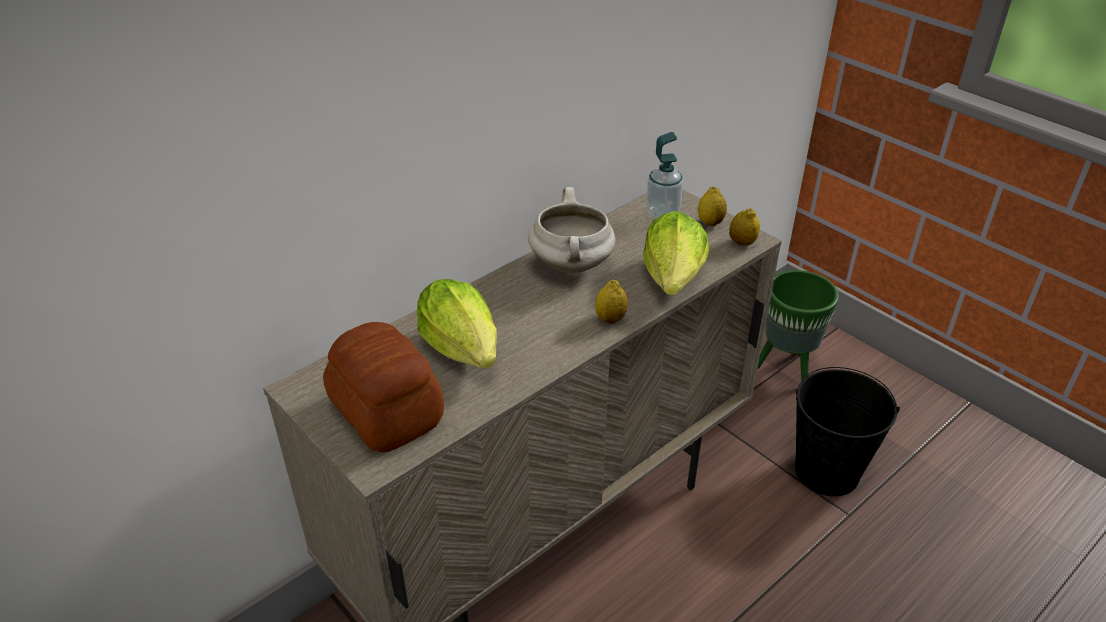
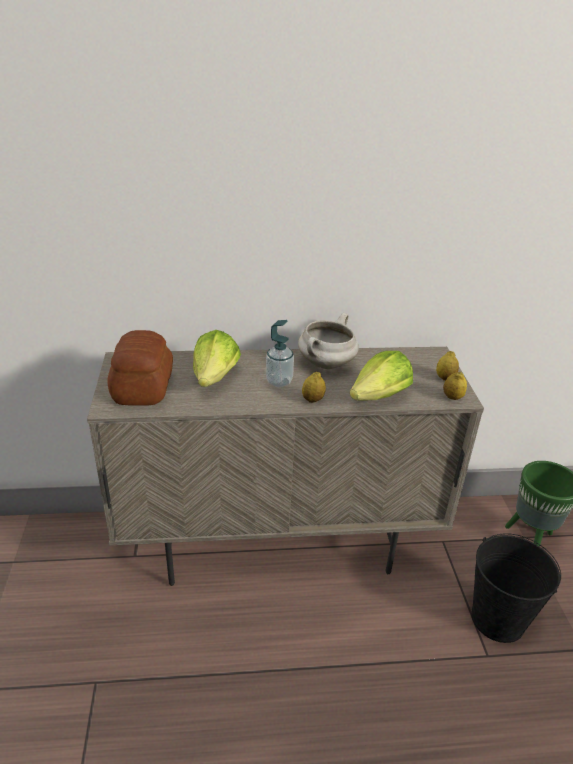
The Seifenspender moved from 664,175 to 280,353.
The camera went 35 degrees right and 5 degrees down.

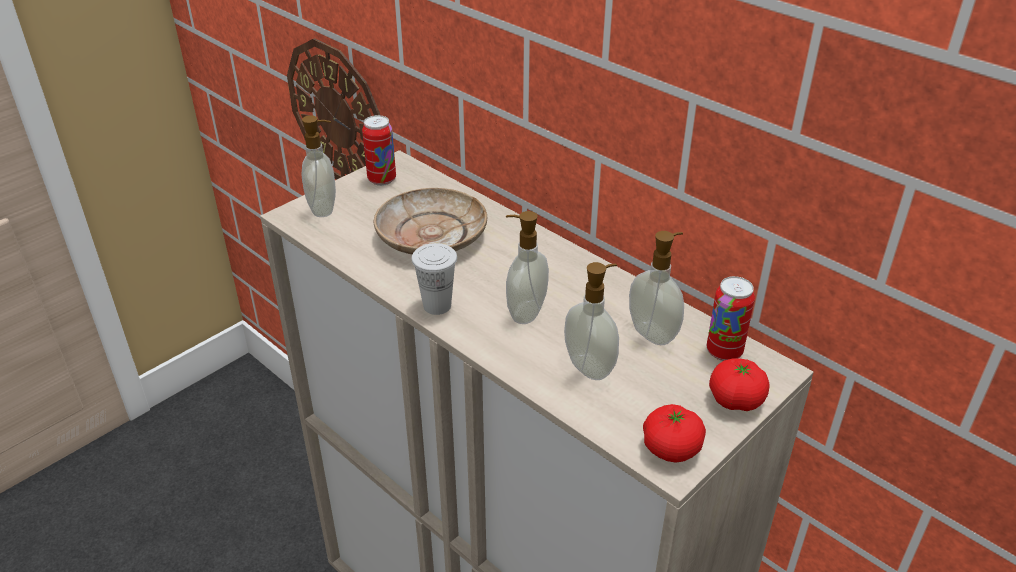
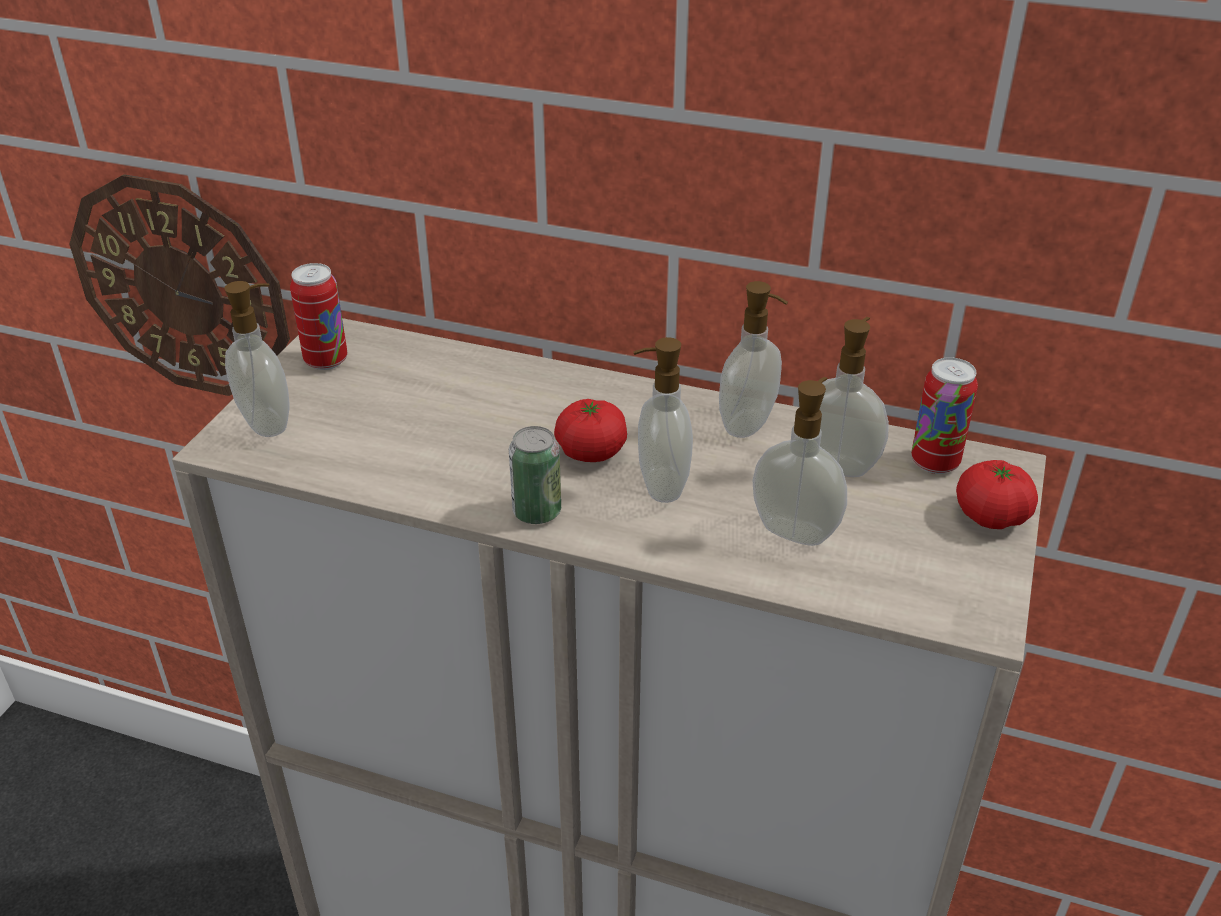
The Teller [beige] at 430,221 disappeared.
The Tasse [weiß] at 434,279 was replaced by the Dose at 535,475.
The Tomate moved from 674,433 to 590,430.
The Seifenspender at 753,359 appeared.
The camera went 25 degrees left and 0 degrees up.

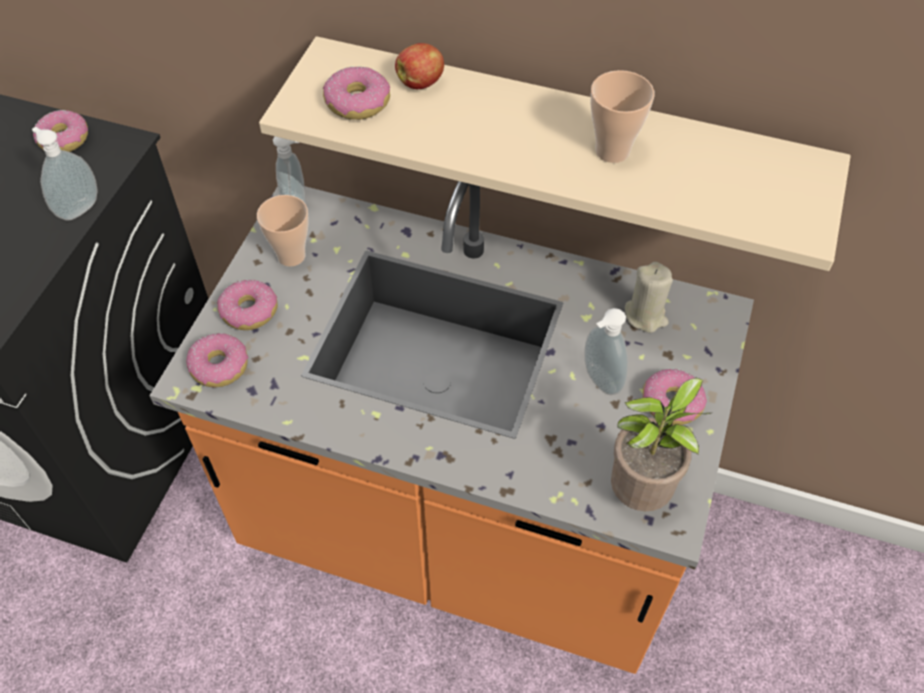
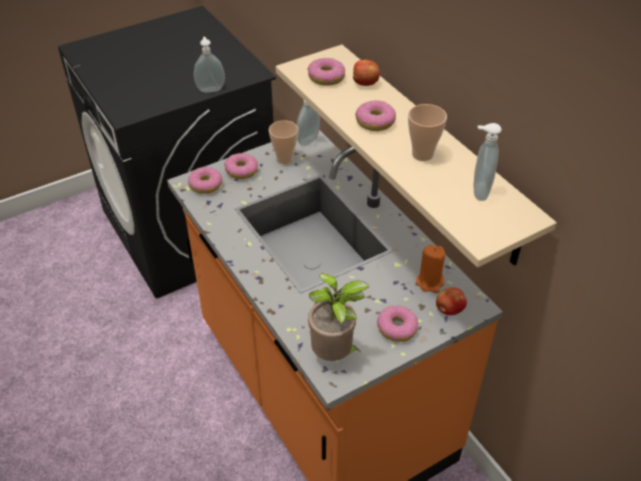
The Donut moved from 60,131 to 375,115.
The Kerze [beige] at 649,297 became the Kerze [orange] at 430,268.
The Seifenspender moved from 606,351 to 488,162.
The Apfel at 451,301 appeared.
The camera went 40 degrees right and 10 degrees down.

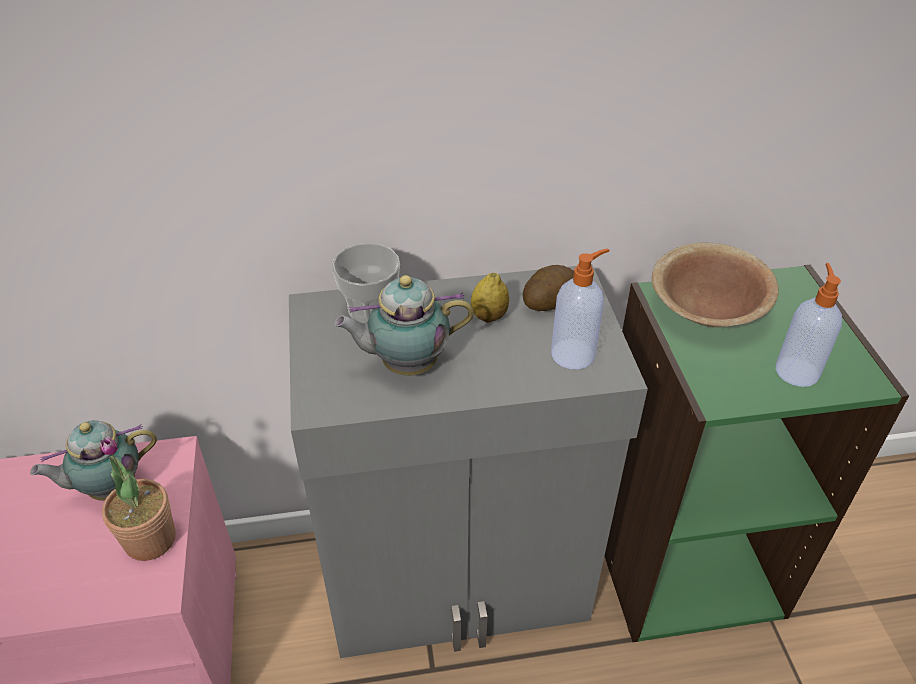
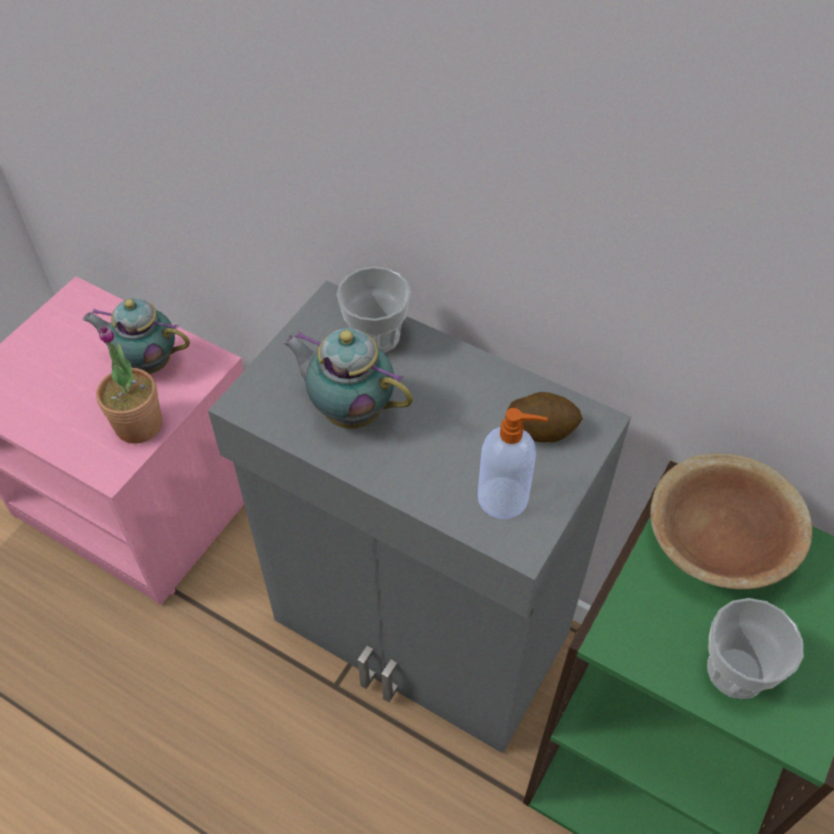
The Seifenspender at 809,325 was replaced by the Tasse at 755,648.
The Zitrone at 490,297 disappeared.
The camera went 40 degrees right and 10 degrees up.

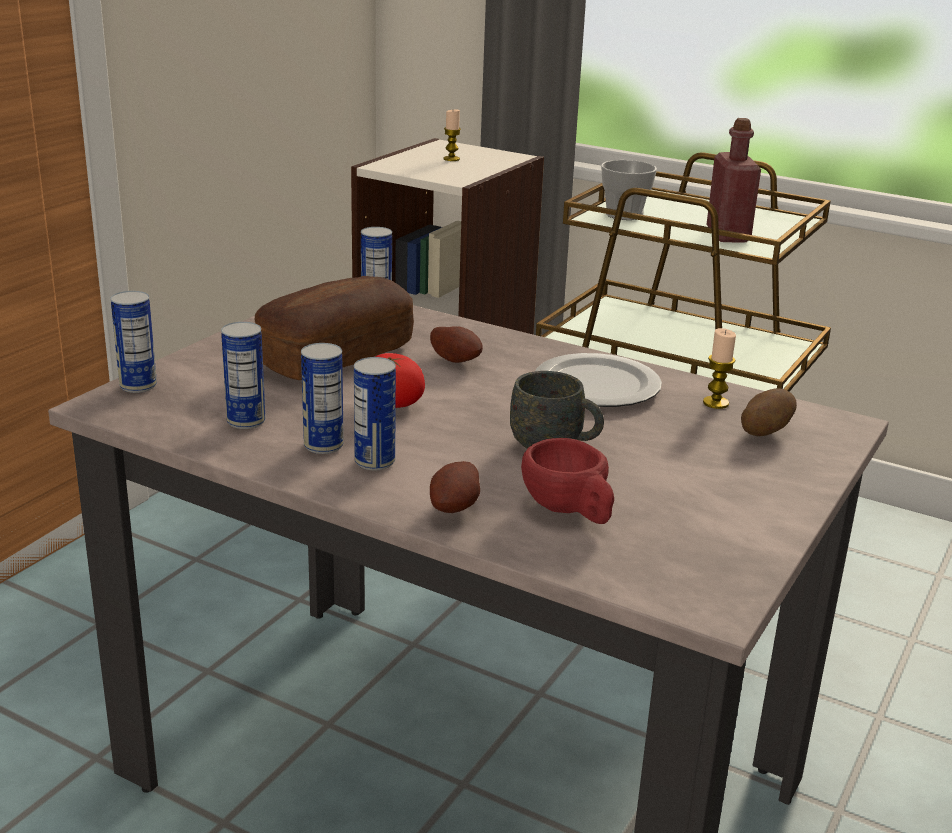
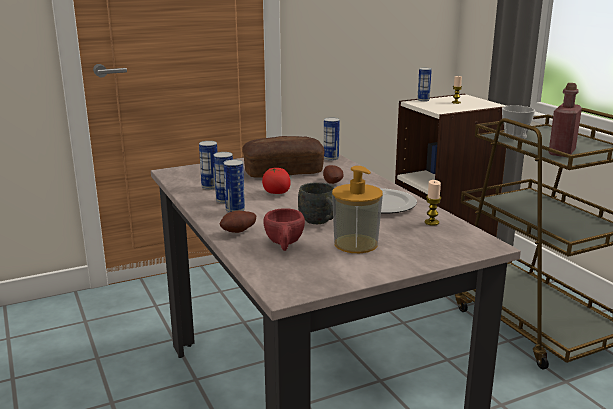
The Dose moved from 134,342 to 424,85.
The Kartoffel at 769,412 disappeared.
The Seifenspender at 357,209 appeared.
The camera went 35 degrees right and 5 degrees down.

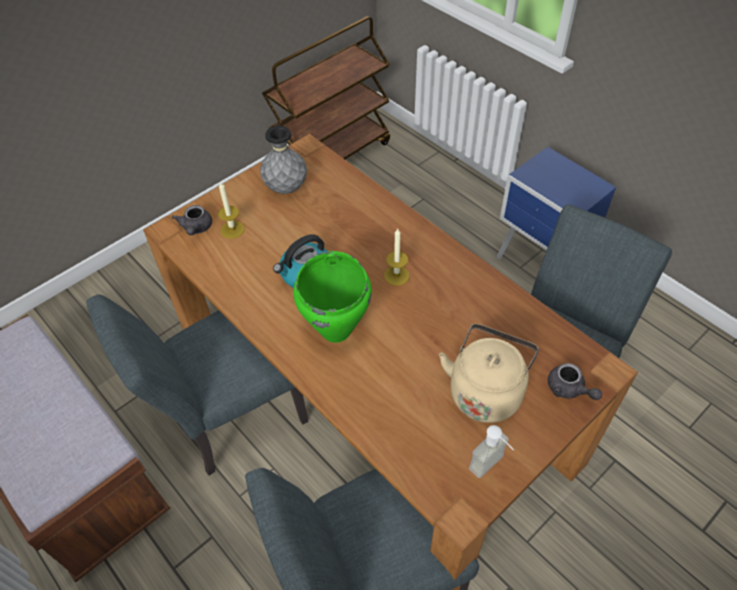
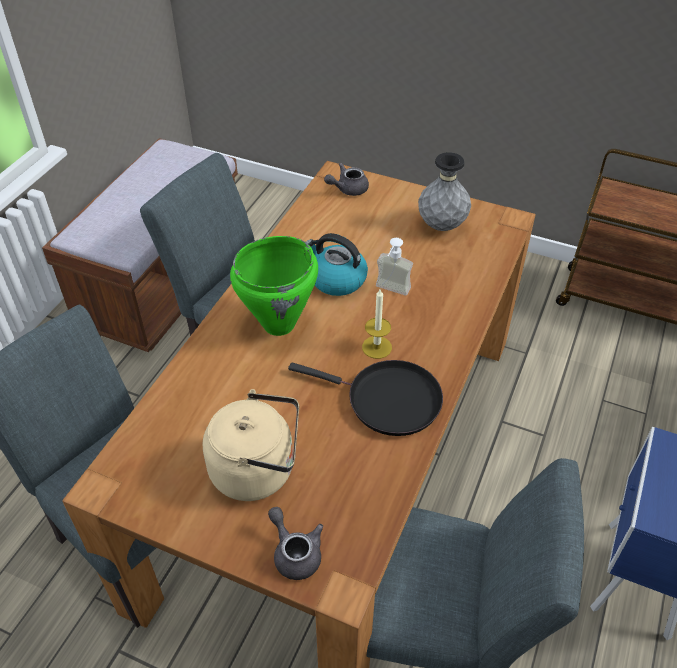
The Kerze at 231,210 disappeared.
The Teekanne [grau] at 575,381 turned 120 degrees clockwise.
The Seifenspender moved from 491,451 to 394,266.
The Pfanne [schwarz] at 365,398 appeared.
The camera went 65 degrees right and 5 degrees down.

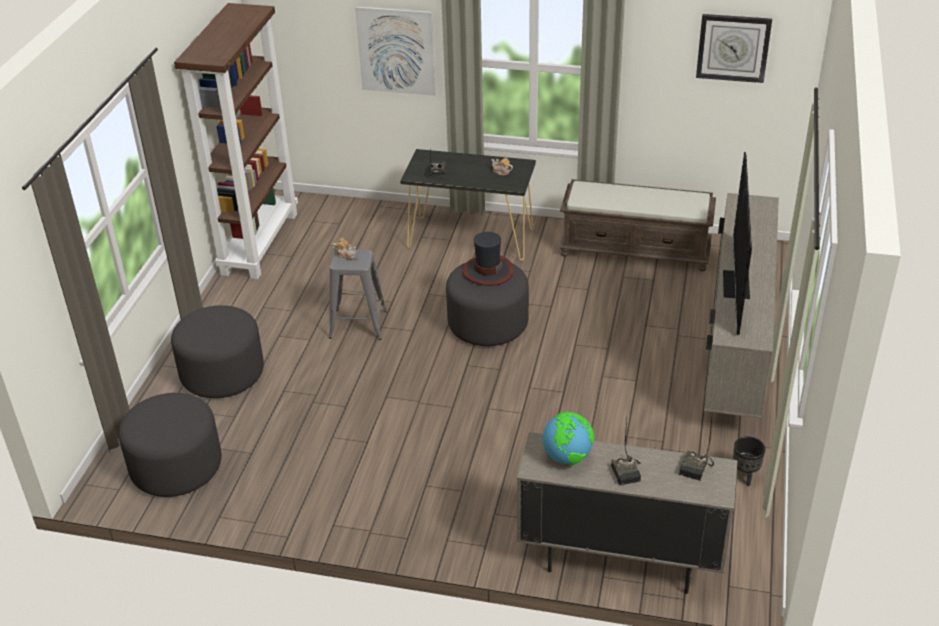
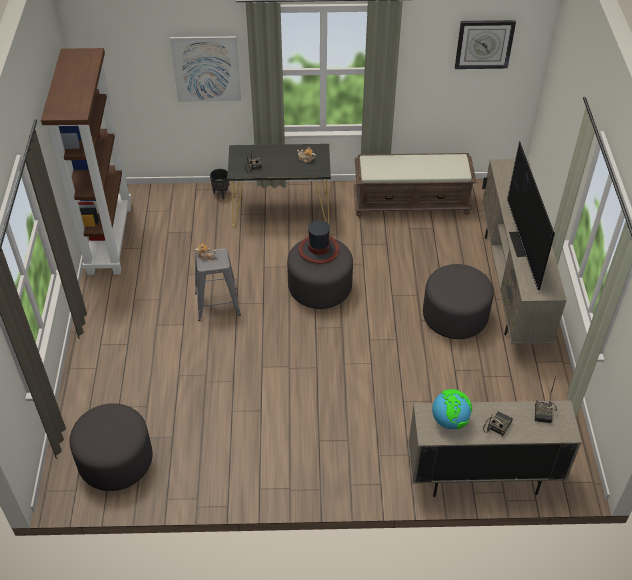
The Polsterhocker [grau] moved from 217,351 to 458,301.
The Radio at 626,451 turned 120 degrees counterclockwise.
The Pflanzkübel [schwarz] moved from 749,461 to 219,184.
The camera went 15 degrees left and 10 degrees up.

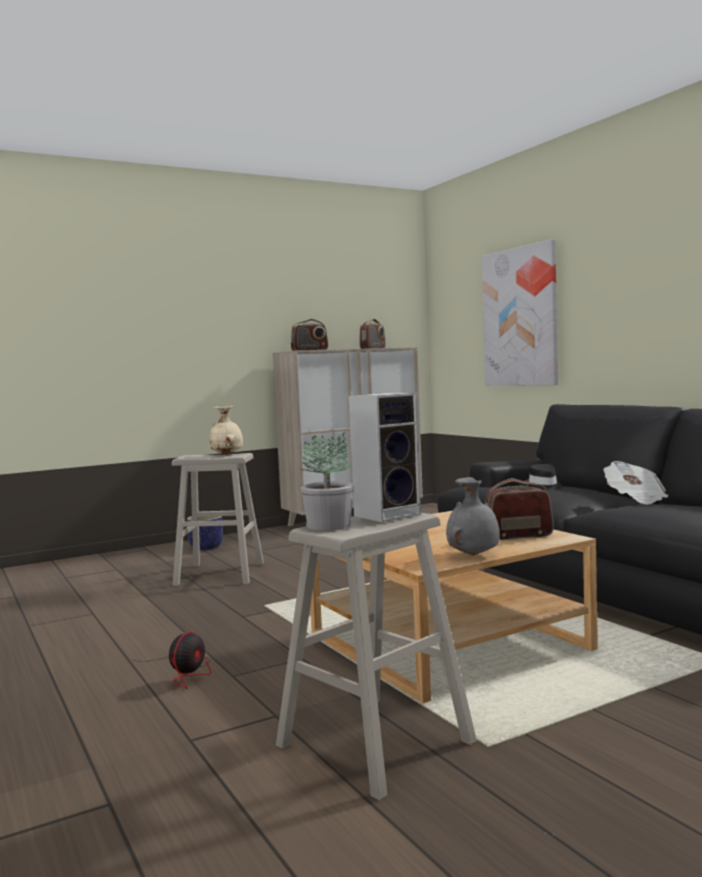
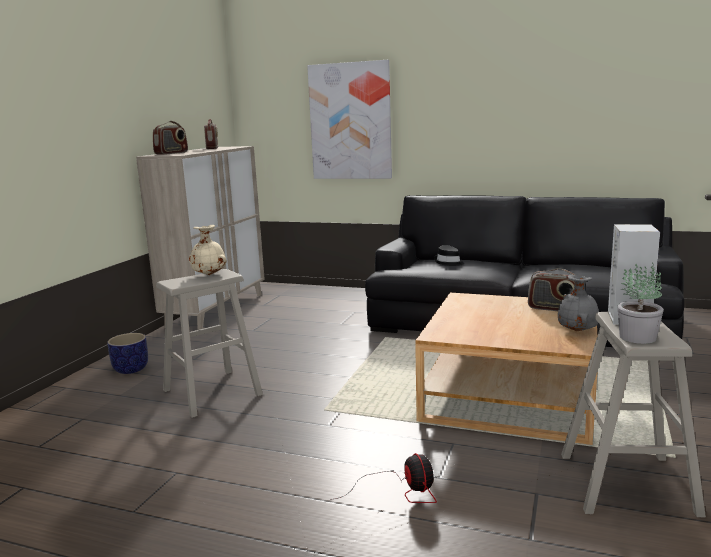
The Zeitung at 635,482 disappeared.
The Radio at 519,509 turned 105 degrees counterclockwise.
The camera went 40 degrees left and 10 degrees up.

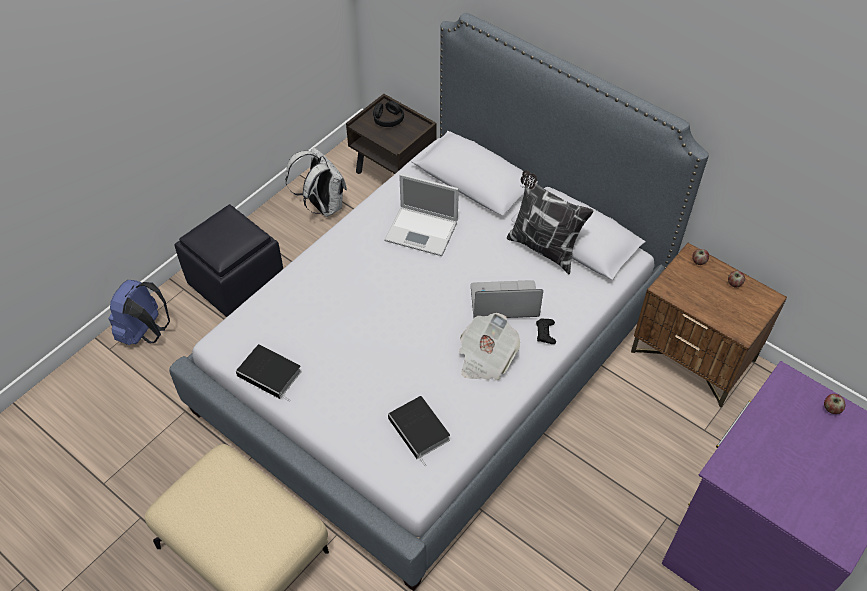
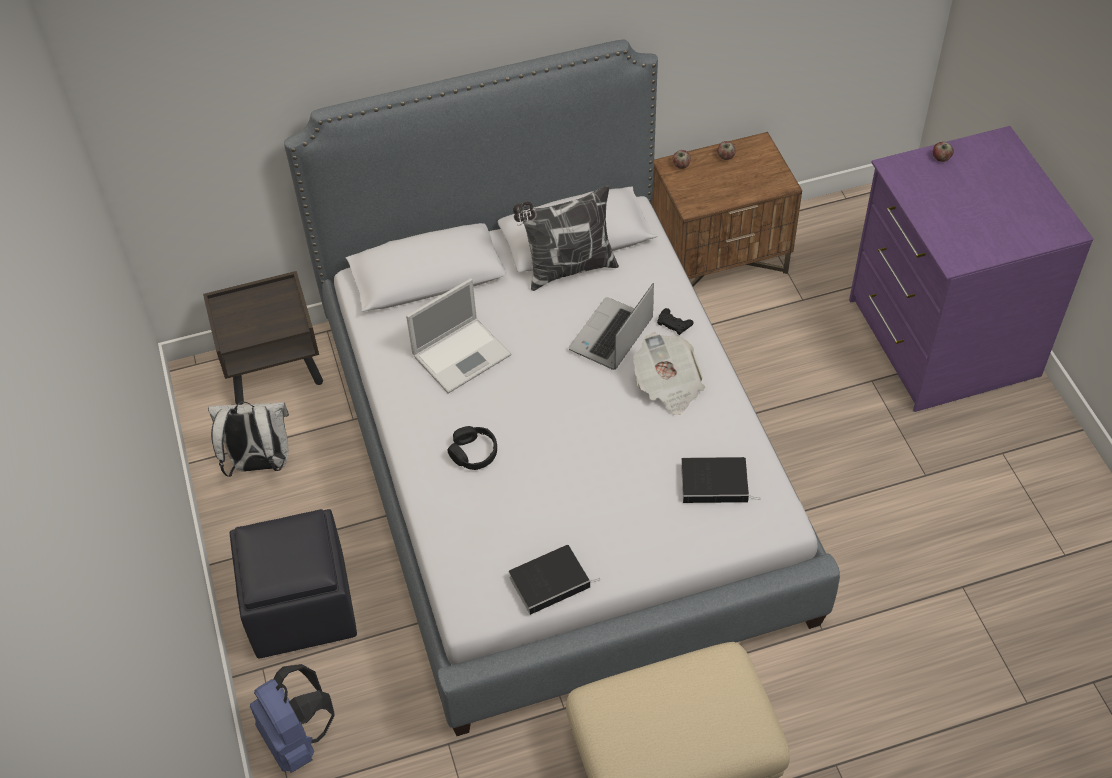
The Kopfhörer [schwarz] moved from 388,114 to 472,448.
The camera went 55 degrees left and 0 degrees up.

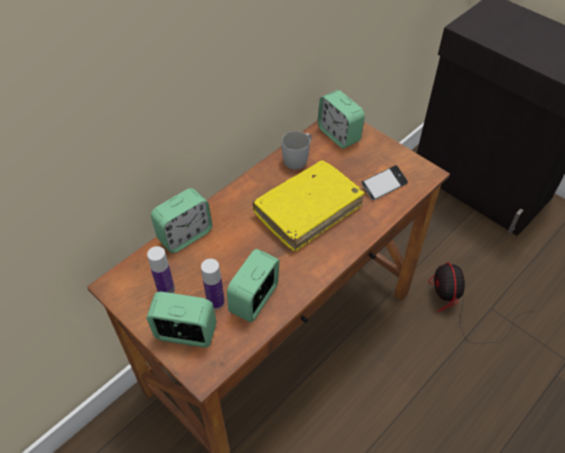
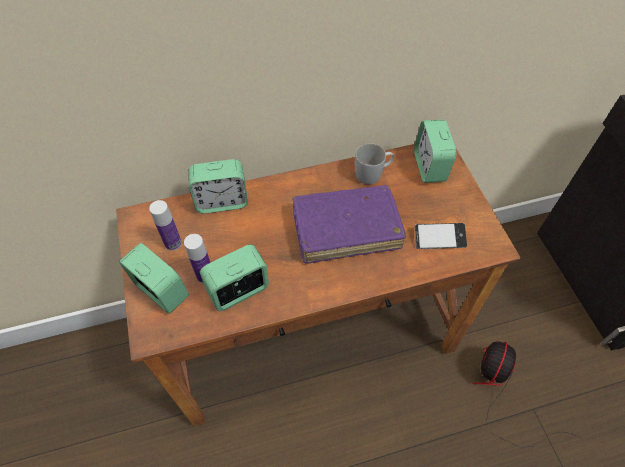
The Buch [gelb] at 308,205 became the Buch [lila] at 349,224.
The camera went 30 degrees right and 5 degrees up.

